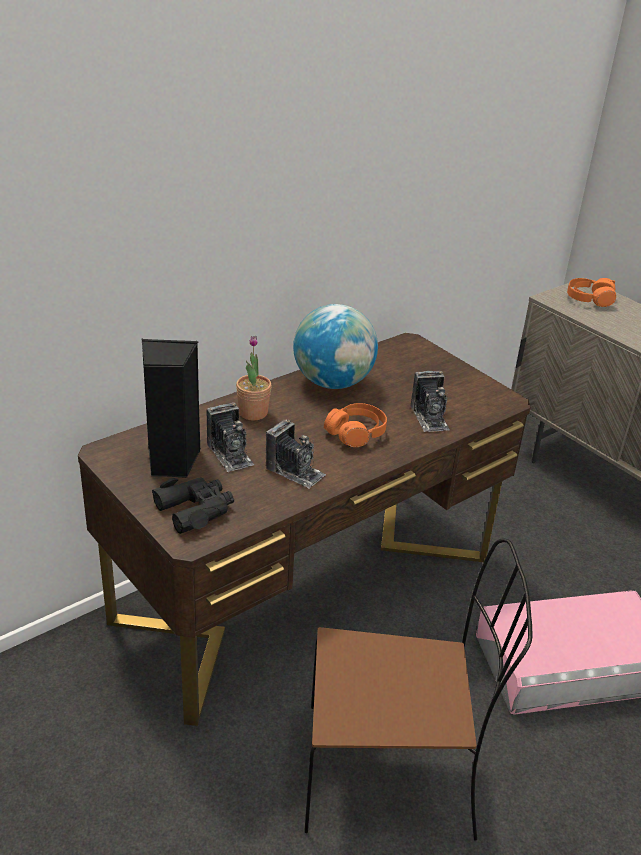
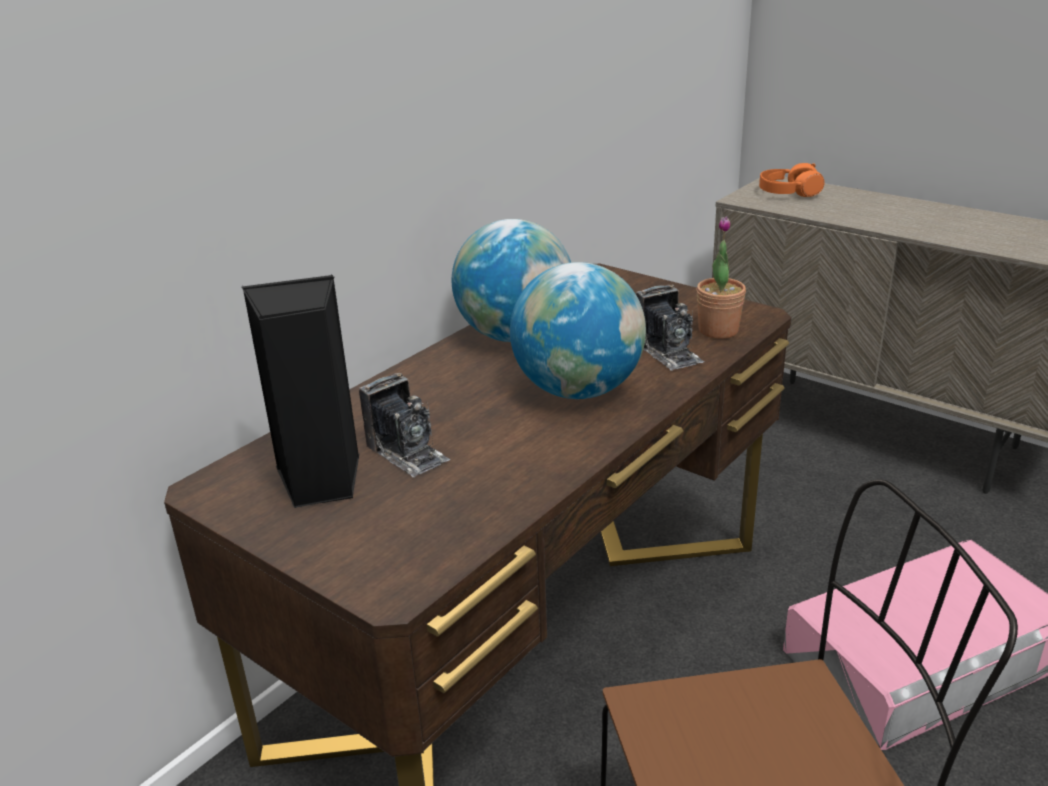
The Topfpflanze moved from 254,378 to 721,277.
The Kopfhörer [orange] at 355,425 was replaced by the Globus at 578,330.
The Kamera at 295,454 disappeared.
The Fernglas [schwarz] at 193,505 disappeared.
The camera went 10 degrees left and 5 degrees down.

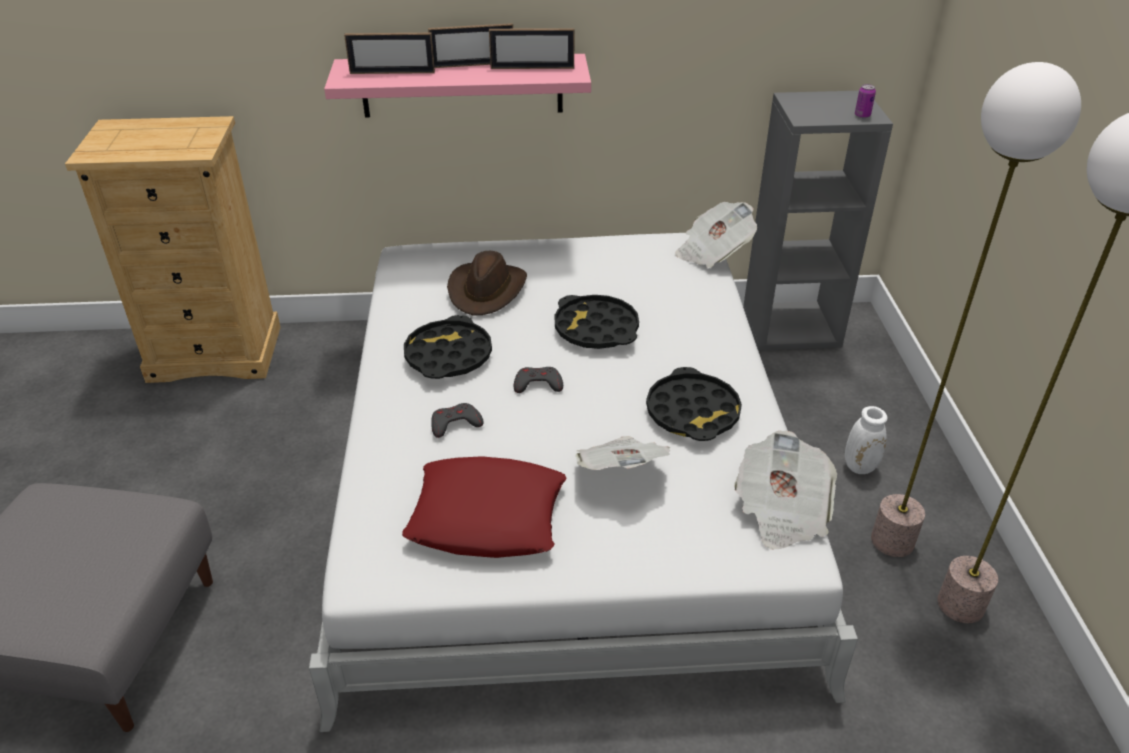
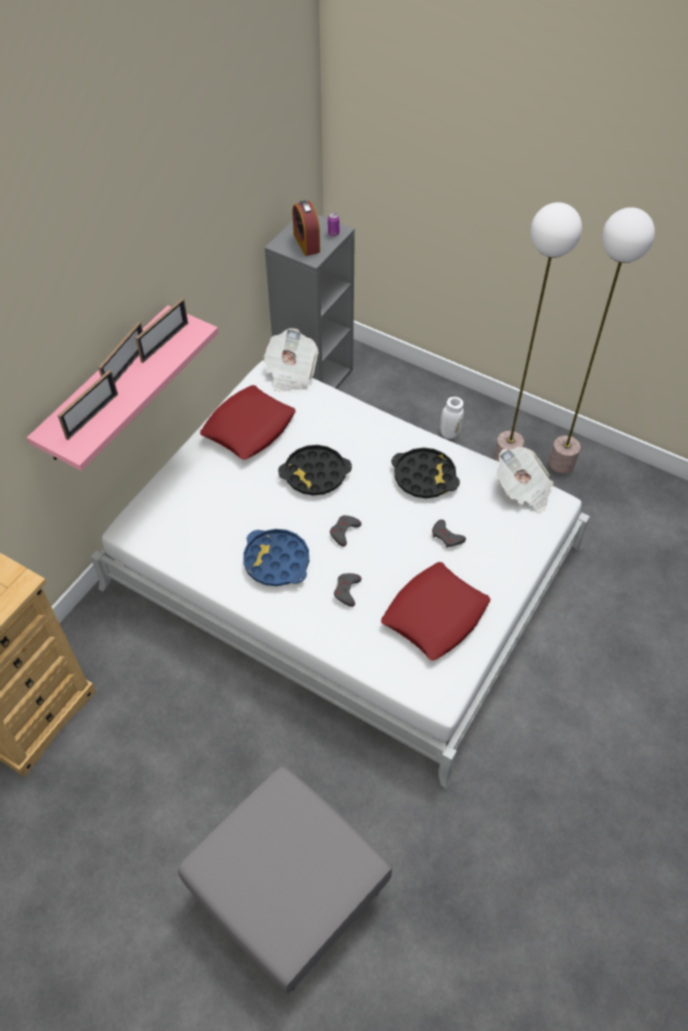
The Hut [braun] at 487,283 disappeared.
The Tablett [schwarz] at 448,347 became the Tablett [blau] at 276,557.
The Zeitung at 623,453 was replaced by the Gamepad [grau] at 449,533.
The Wecker at 306,228 appeared.
The Kissen [rot] at 248,422 appeared.
The camera went 55 degrees left and 15 degrees up.

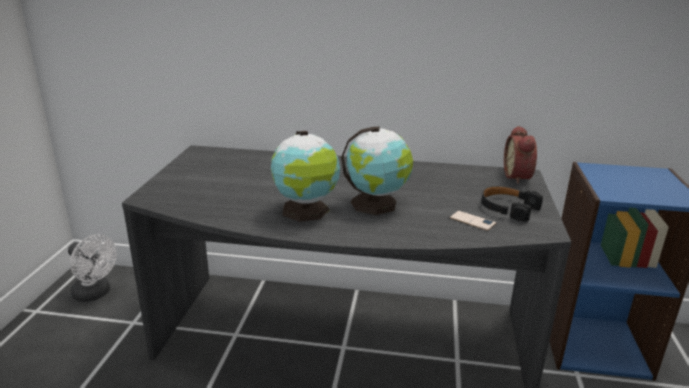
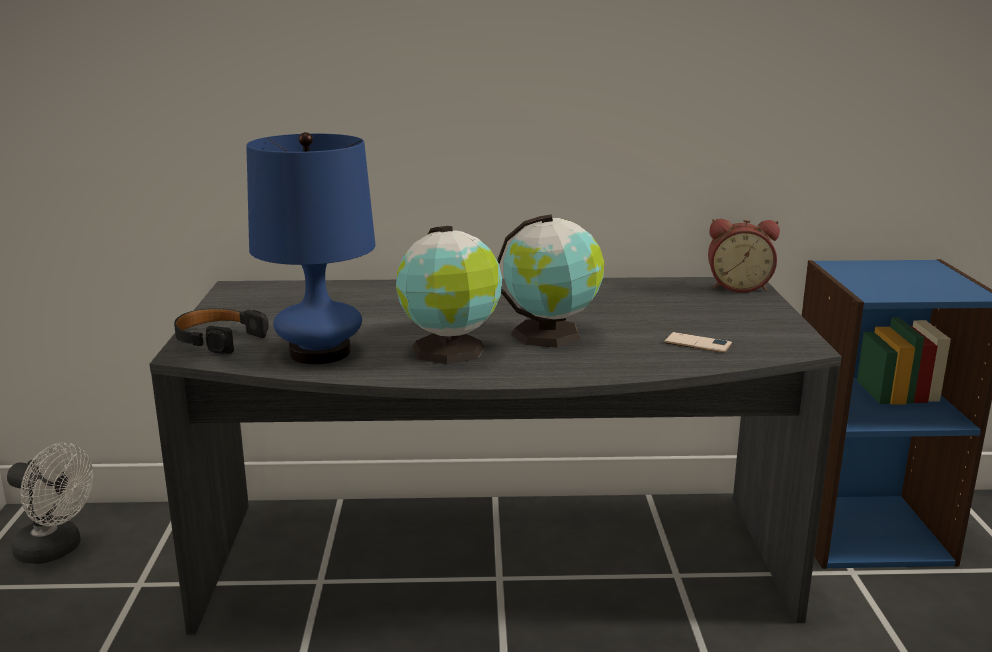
The Wecker at 520,155 turned 75 degrees counterclockwise.
The Kopfhörer [schwarz] moved from 512,204 to 221,331.
The Tischlampe [blau] at 310,248 appeared.
The camera went 10 degrees left and 5 degrees down.

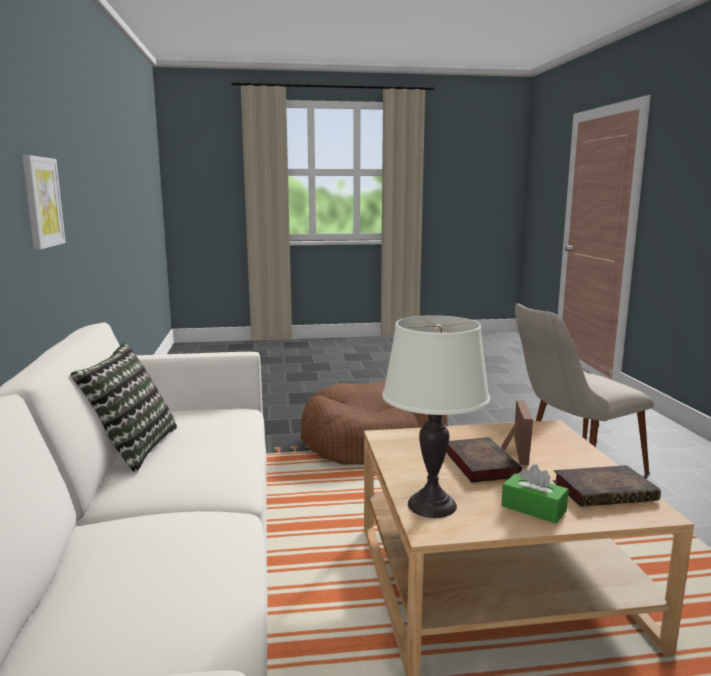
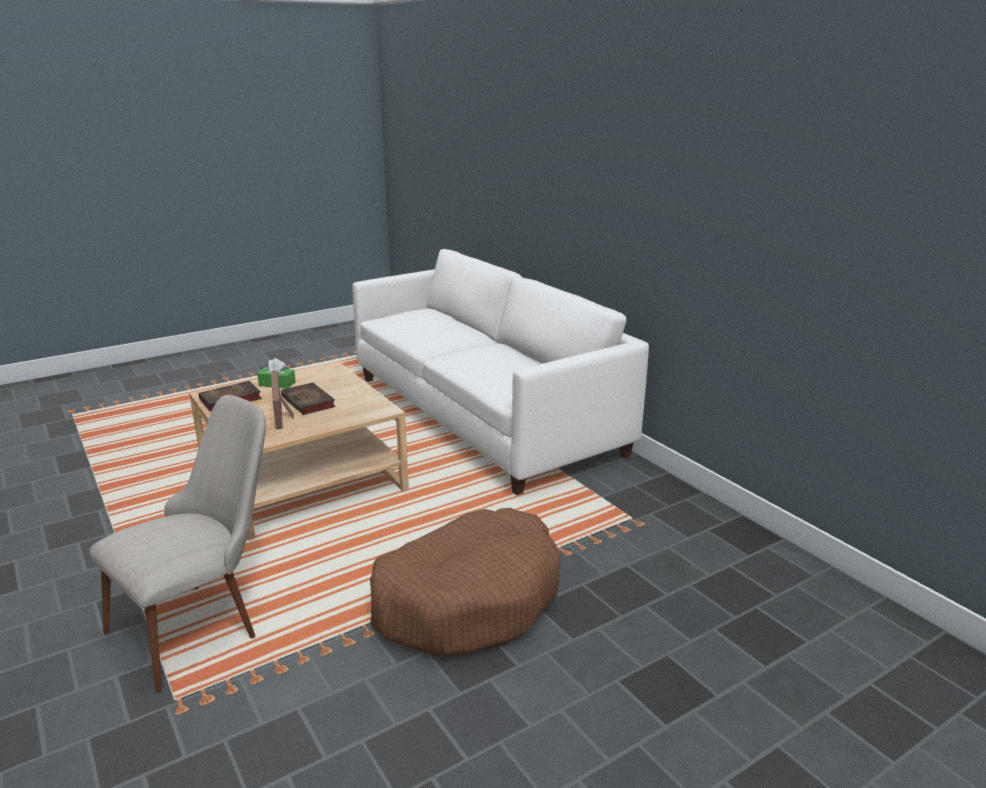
The Bild at 44,202 disappeared.
The Tischlampe [weiß] at 436,416 disappeared.
The Kissen at 124,408 disappeared.
The camera went 155 degrees right and 10 degrees up.

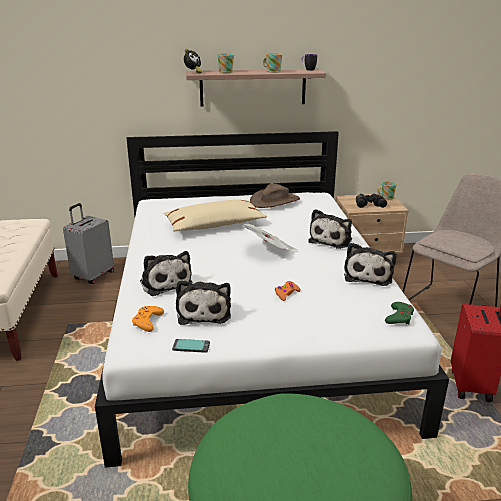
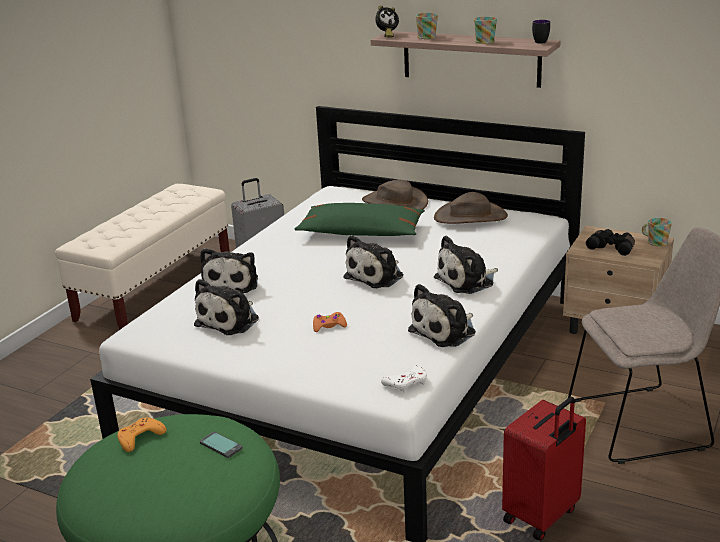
The Kissen [beige] at 215,216 became the Kissen [grün] at 359,219.
The Zeitung at 270,237 was replaced by the Plüschtier at 373,261.
The Gamepad [grün] at 399,313 became the Gamepad [weiß] at 404,378.
The Gamepad [orange] moved from 148,319 to 142,434.
The Handy moved from 191,346 to 221,445.
The Hut [braun] at 395,194 appeared.
The camera went 35 degrees right and 0 degrees up.

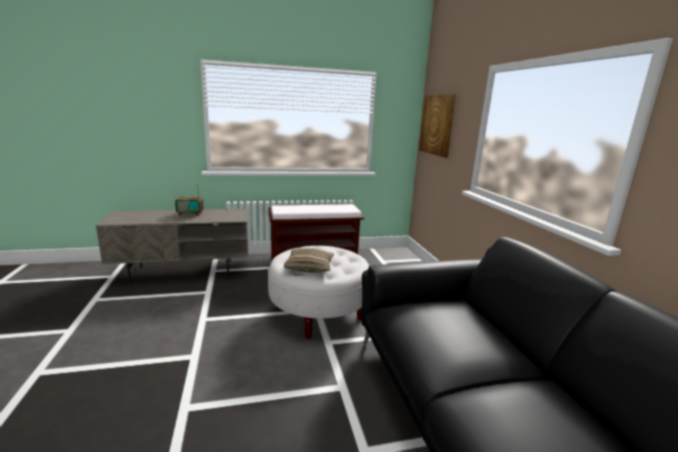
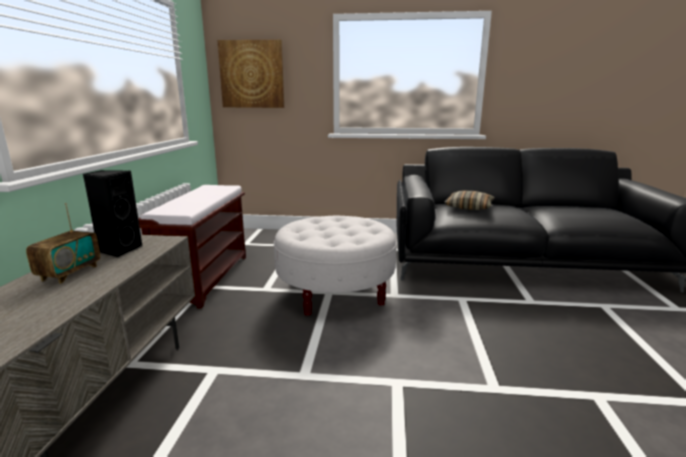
The Kissen moved from 309,260 to 469,200.
The Lautsprecher [schwarz] at 113,214 appeared.
The camera went 70 degrees left and 0 degrees up.

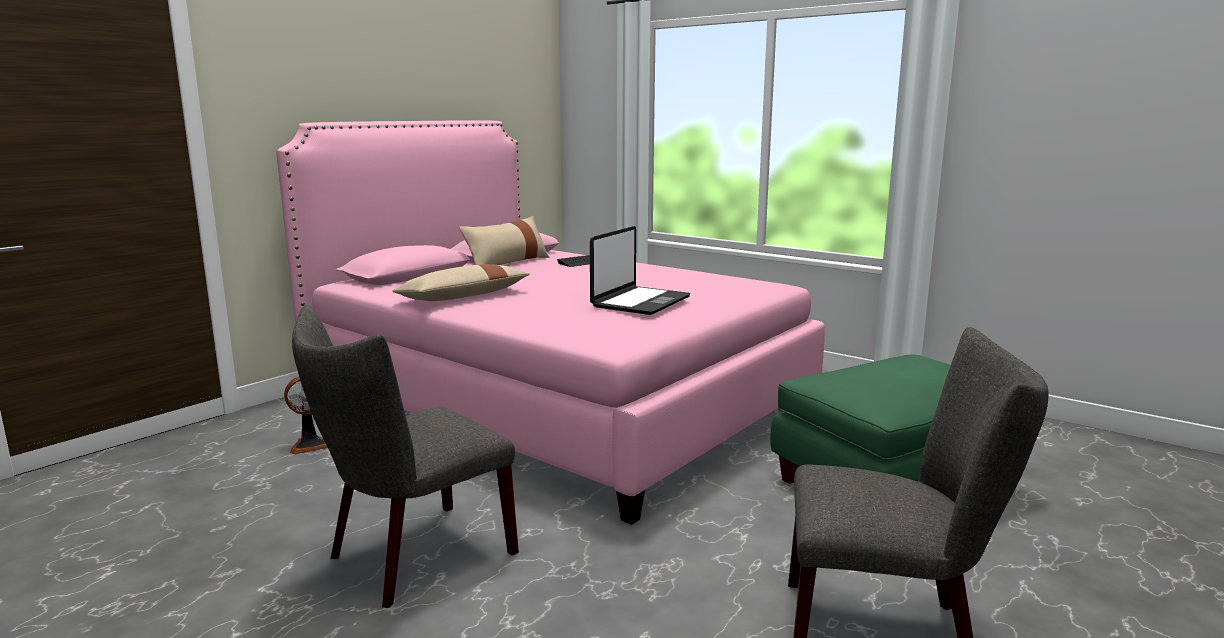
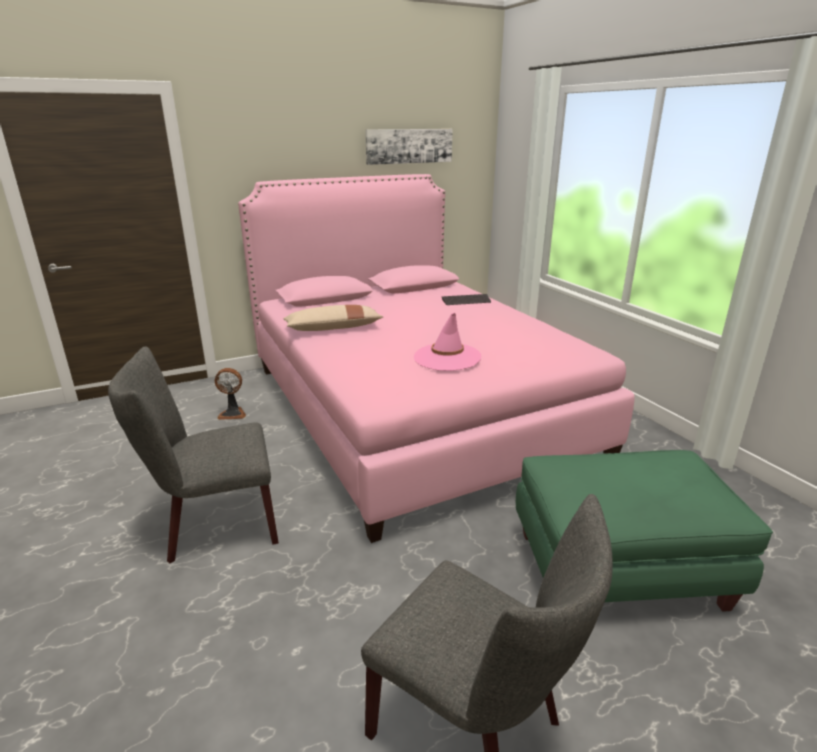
The Kissen [beige] at 504,240 disappeared.
The Laptop at 640,270 was replaced by the Hut [rosa] at 447,342.
The Bild at 409,147 appeared.
The camera went 25 degrees right and 10 degrees up.

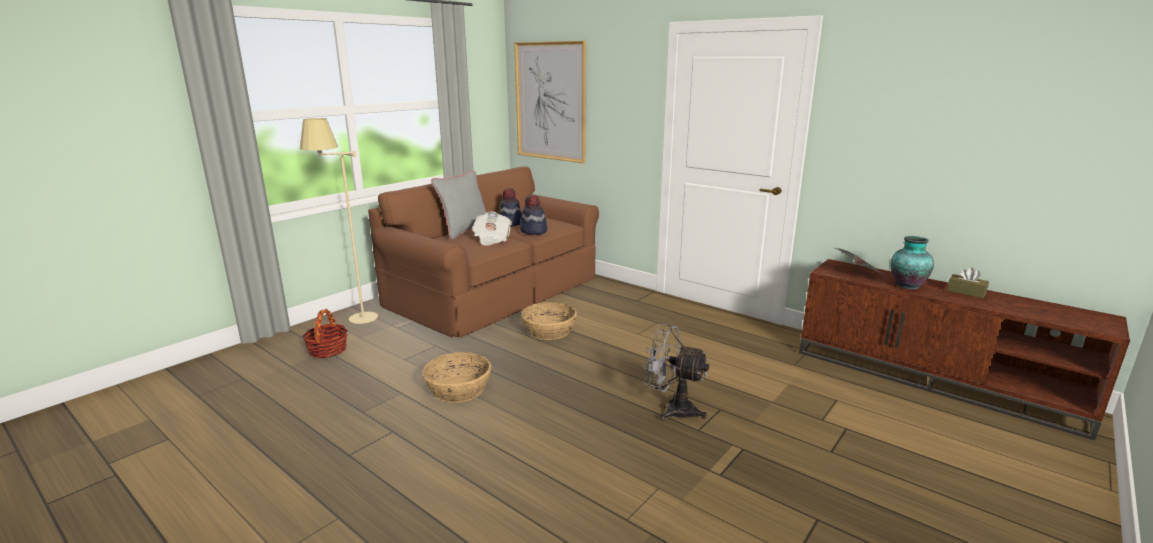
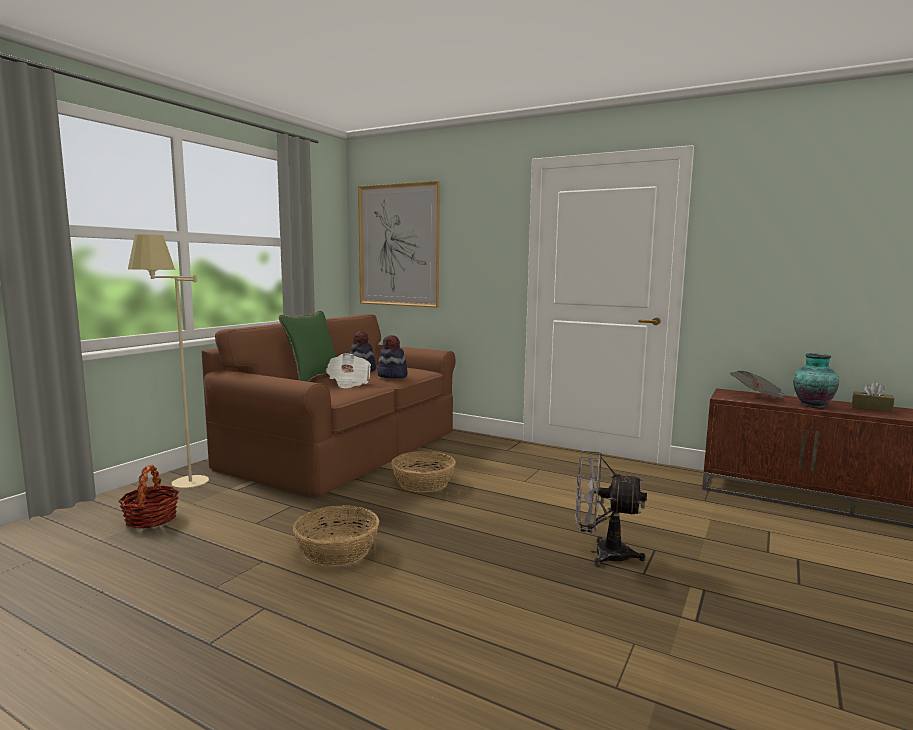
The Kissen [grau] at 459,205 became the Kissen [grün] at 308,346.
The camera went 10 degrees left and 10 degrees down.

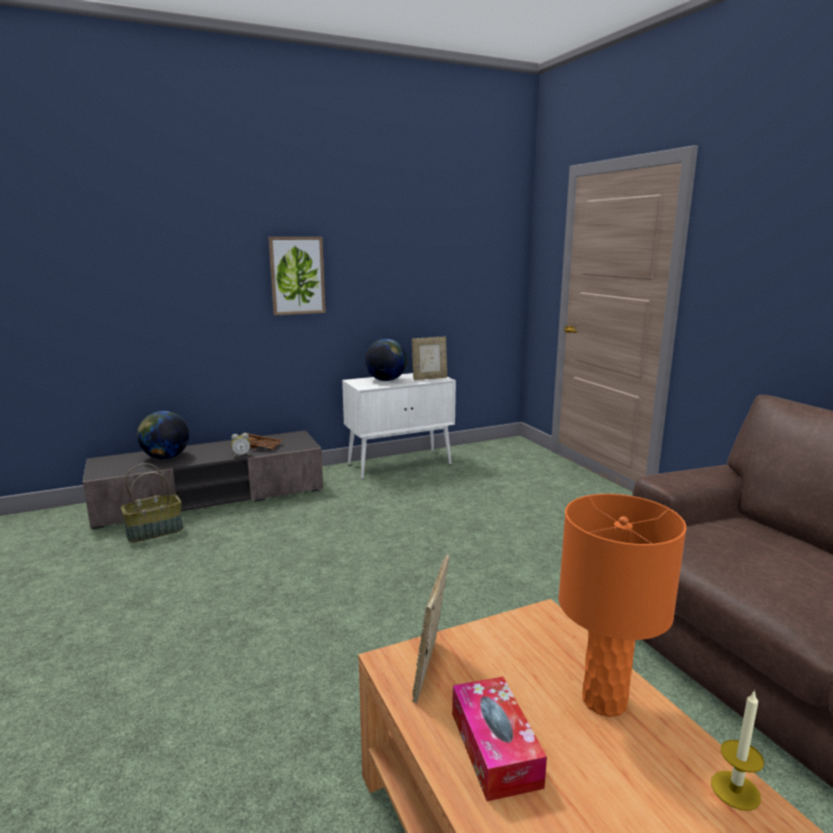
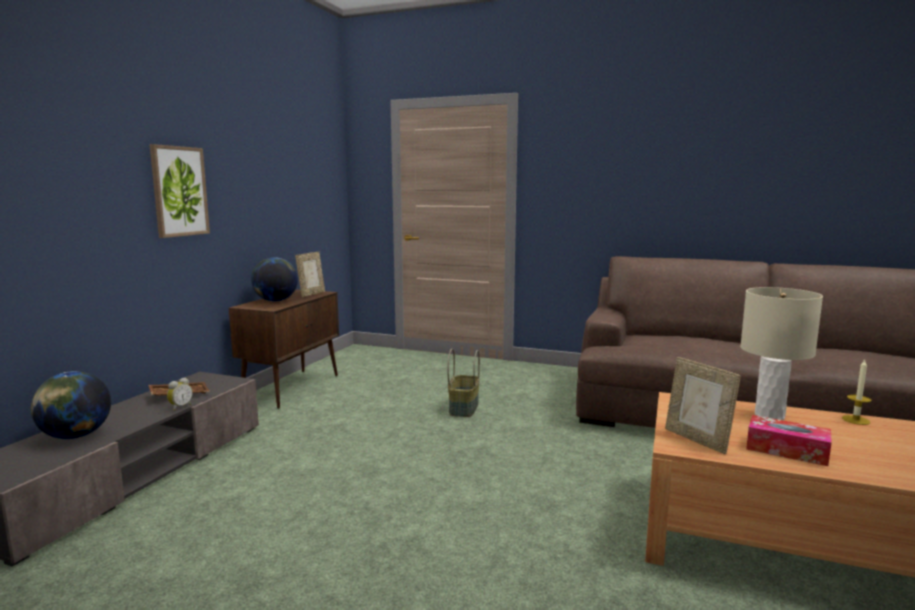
The Schrank [weiß] at 399,426 became the Schrank [braun] at 284,349.
The Korb moved from 152,502 to 463,383.
The Tischlampe [orange] at 622,605 became the Tischlampe [beige] at 781,353.
The camera went 45 degrees left and 5 degrees down.

